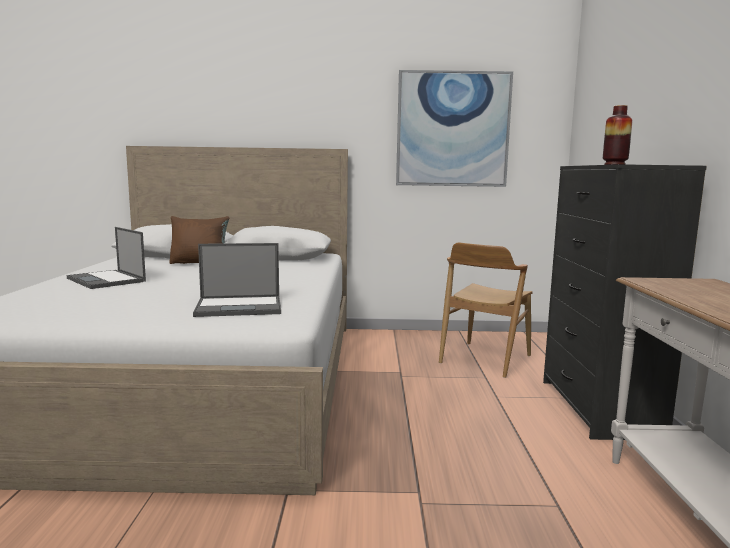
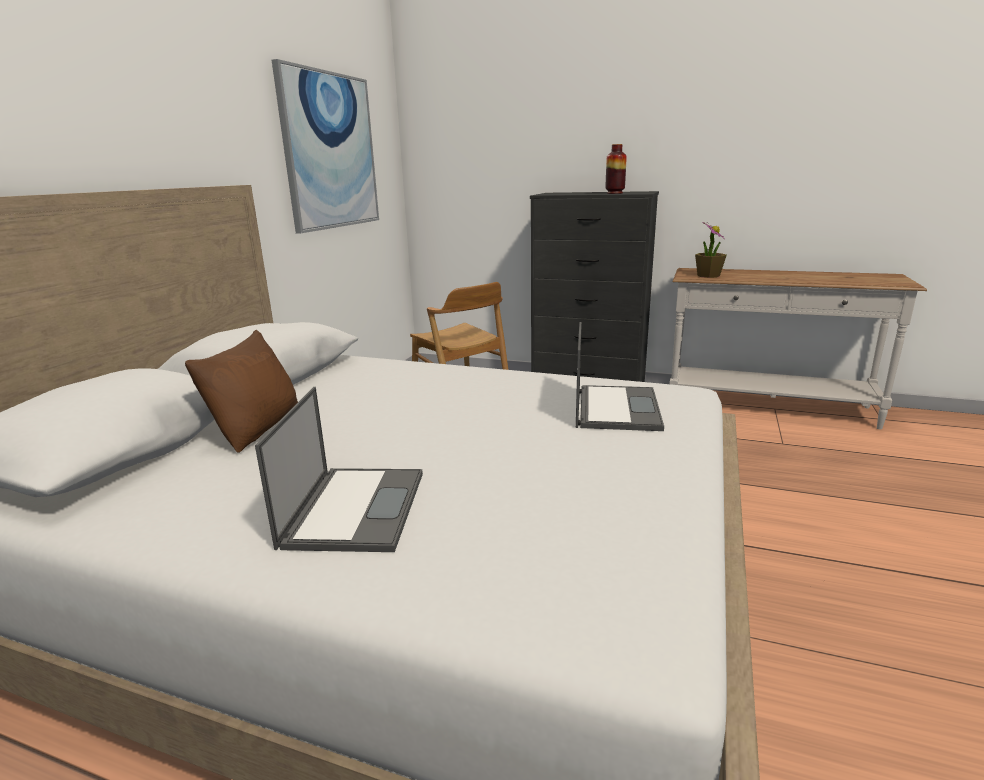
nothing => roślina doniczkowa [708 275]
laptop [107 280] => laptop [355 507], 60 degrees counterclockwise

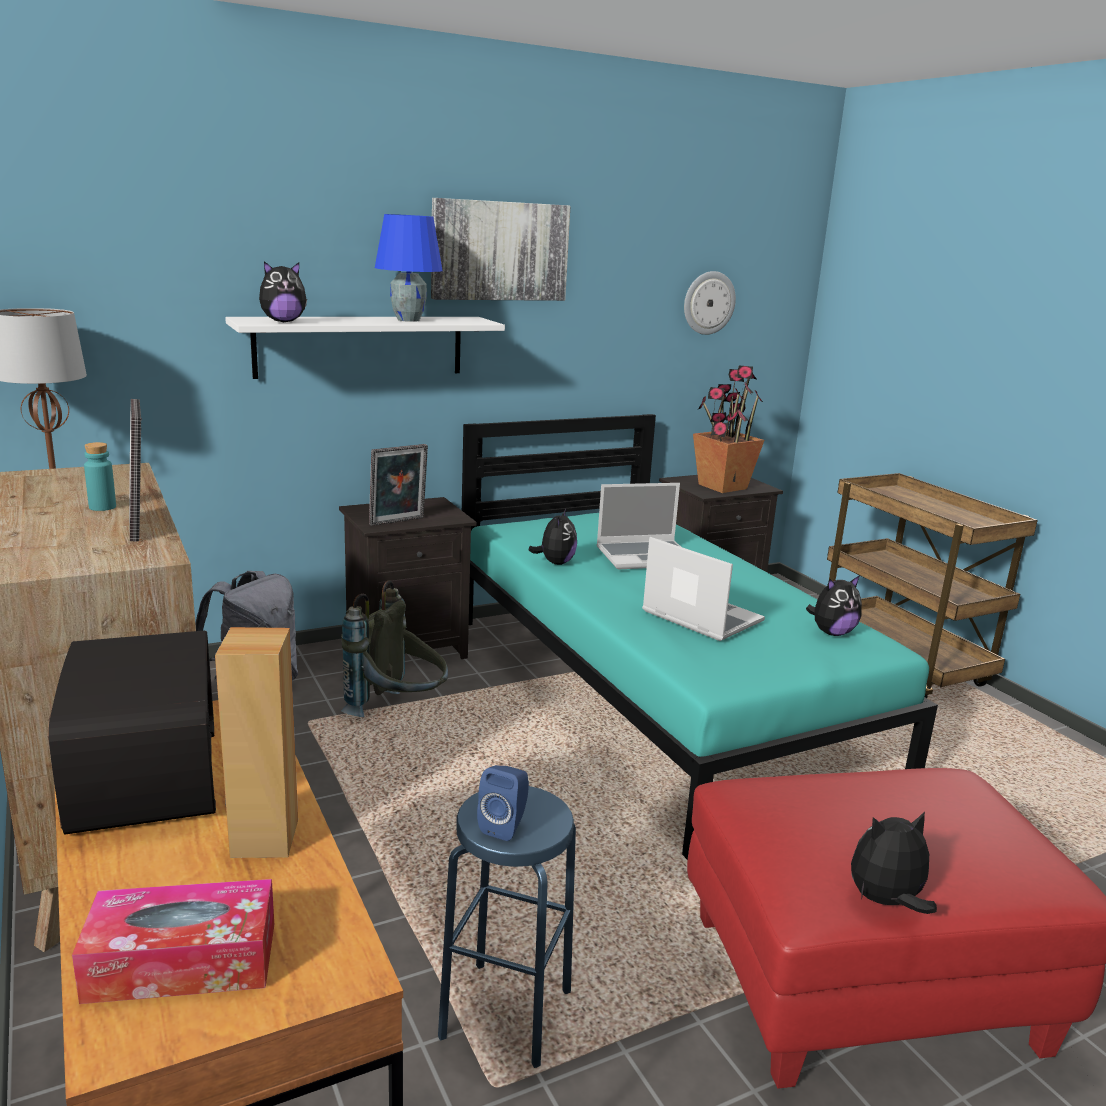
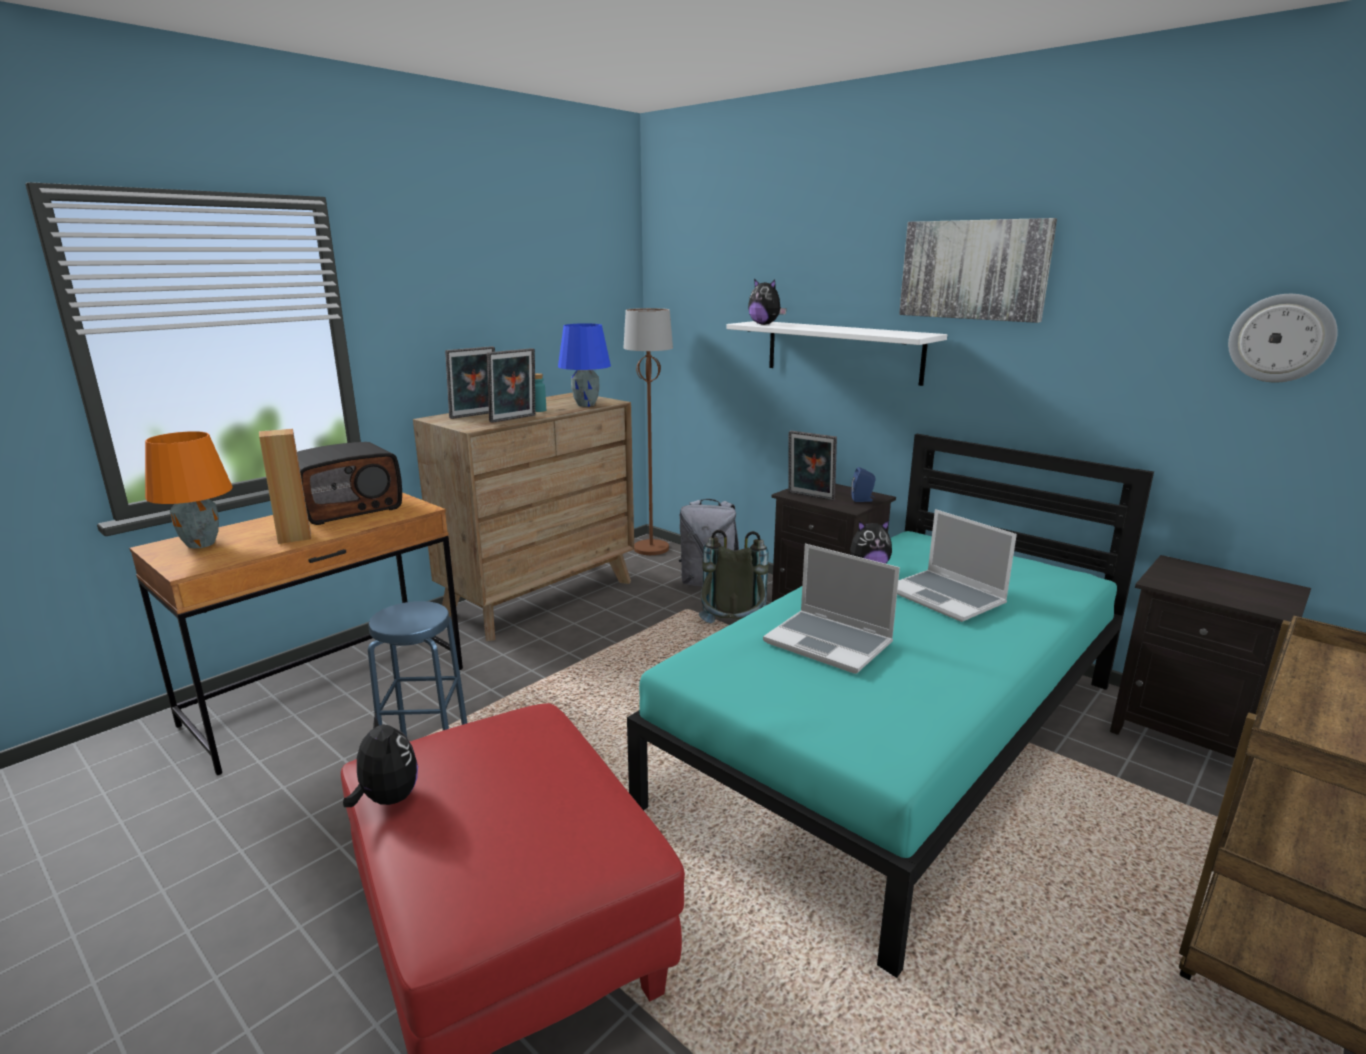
roślina doniczkowa [721 486] => nothing
pluszak [832 632] => nothing
nothing => ramka na zdjęcie [475 415]
lampa stołowa [niebieski] [408 320] => lampa stołowa [niebieski] [585 405], relocated
głośnik [niebieski] [505 826] => głośnik [niebieski] [863 500], relocated
pudełko chusteczek [182 961] => lampa stołowa [pomarańczowy] [202 544]
laptop [699 617] => laptop [830 643], 105 degrees clockwise

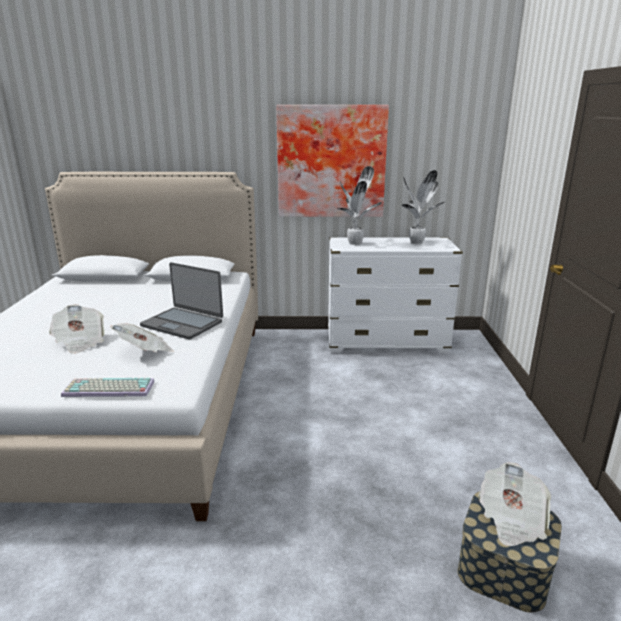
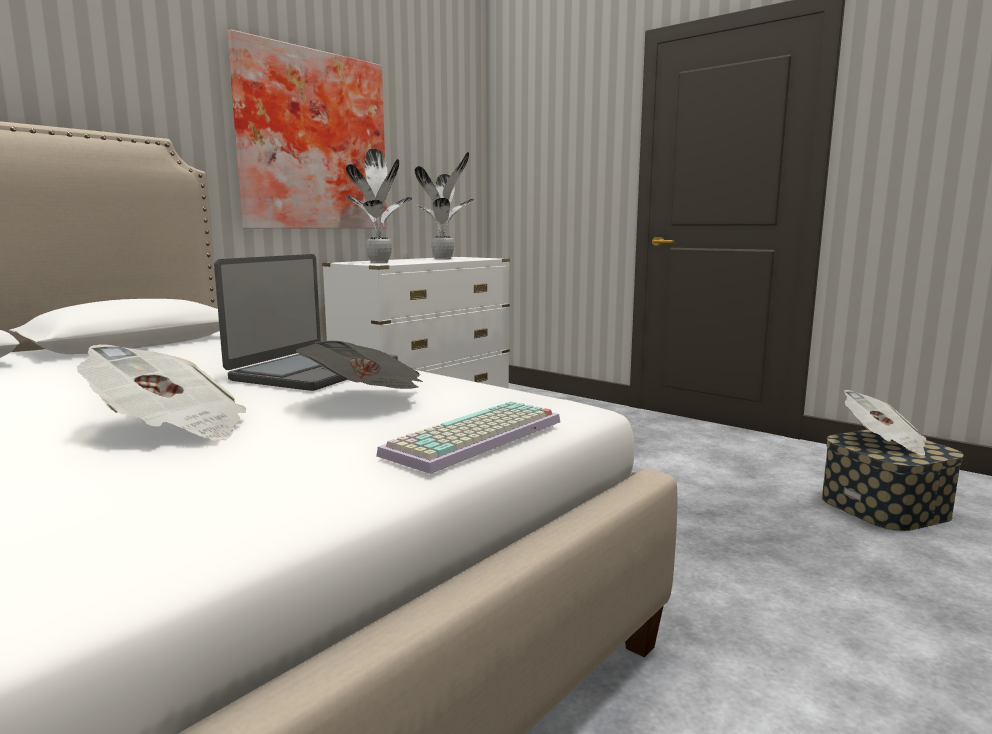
laptop [183 324] => laptop [314 371], 45 degrees counterclockwise

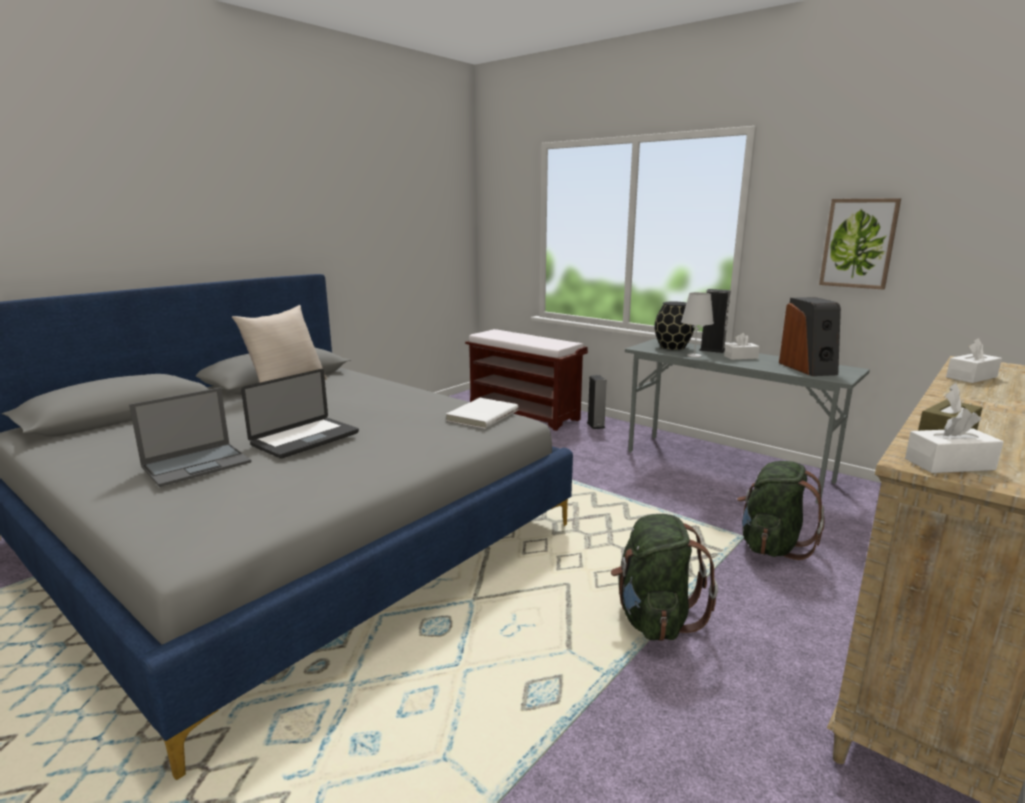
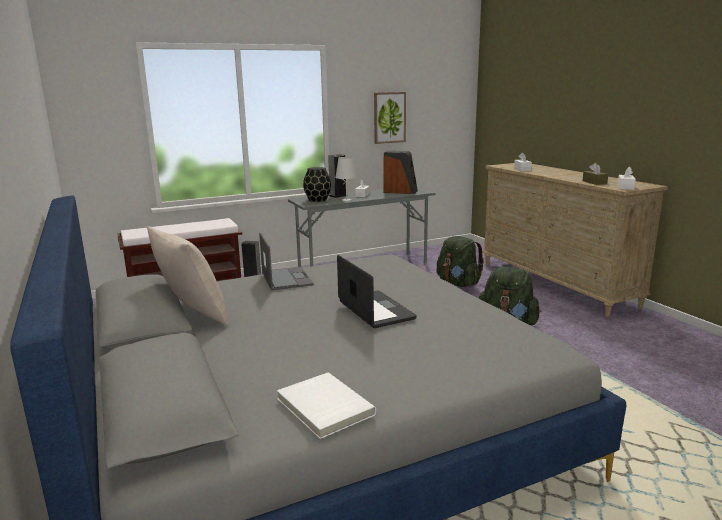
laptop [198 464] => laptop [286 278], relocated
książka [biały] [481 415] => książka [biały] [323 407], relocated

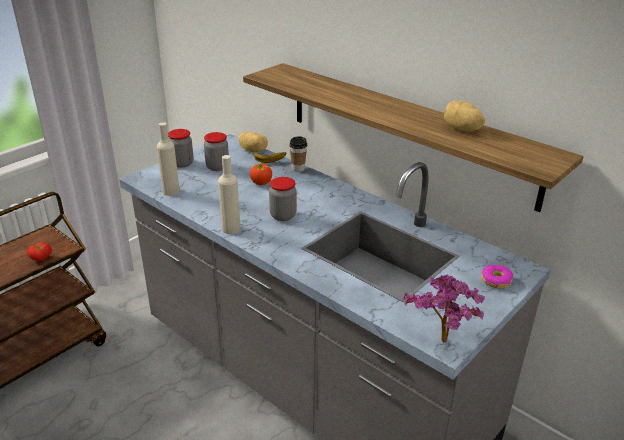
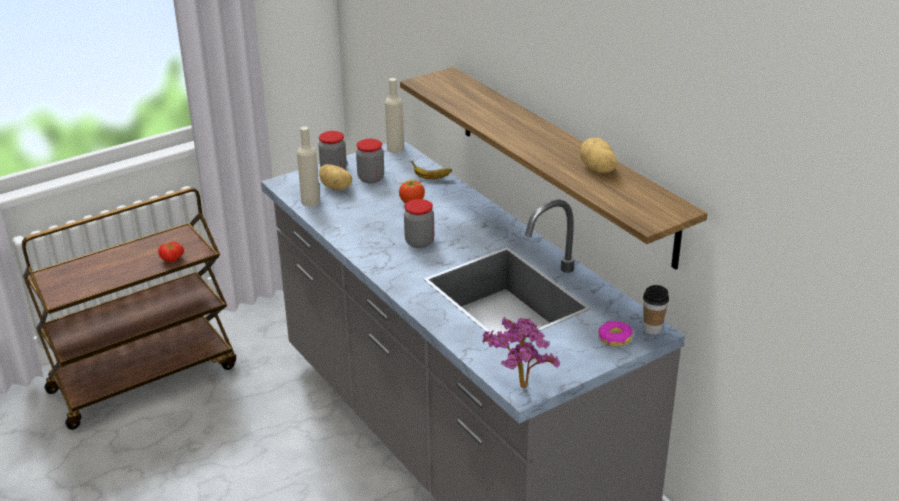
butelka [beżowy] [231 229] => butelka [beżowy] [395 149], relocated
ziemniak [253 150] => ziemniak [336 187], relocated
filiżanka [298 169] => filiżanka [652 329], relocated

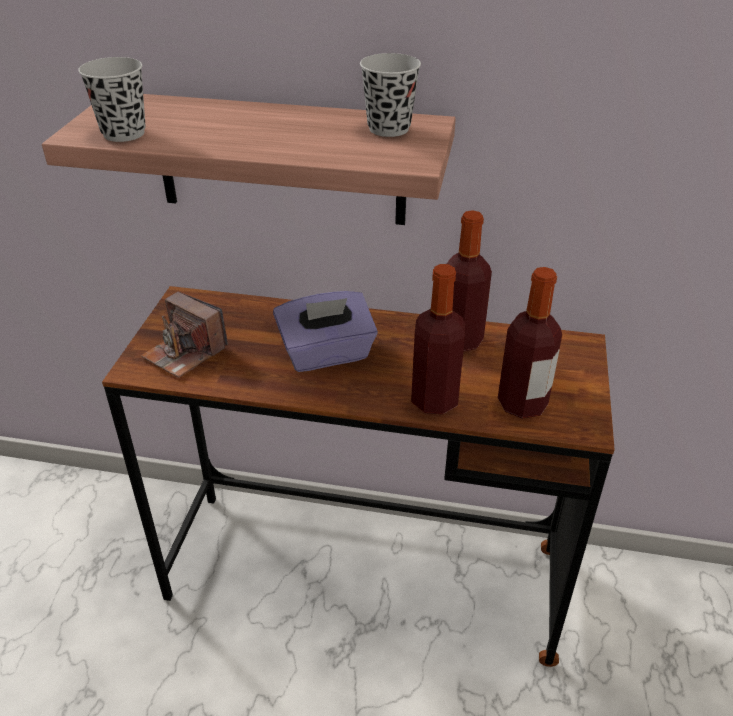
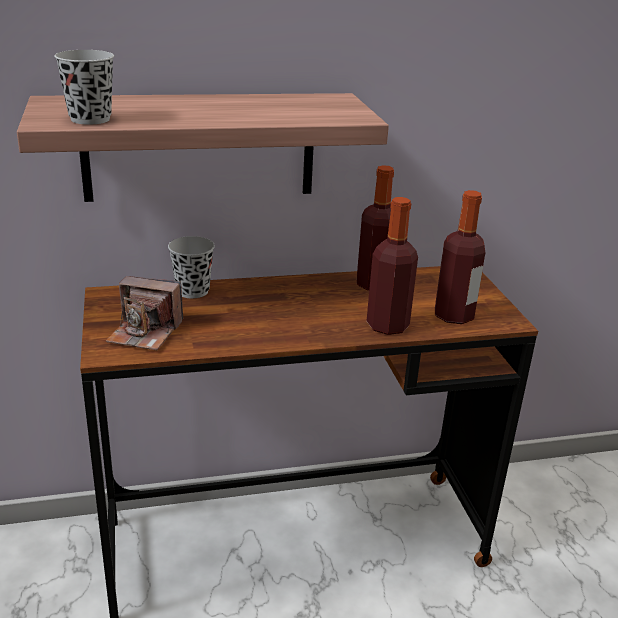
pudełko chusteczek [fioletowy] [326 354] => nothing
filiżanka [czarny] [389 129] => filiżanka [czarny] [192 291], relocated

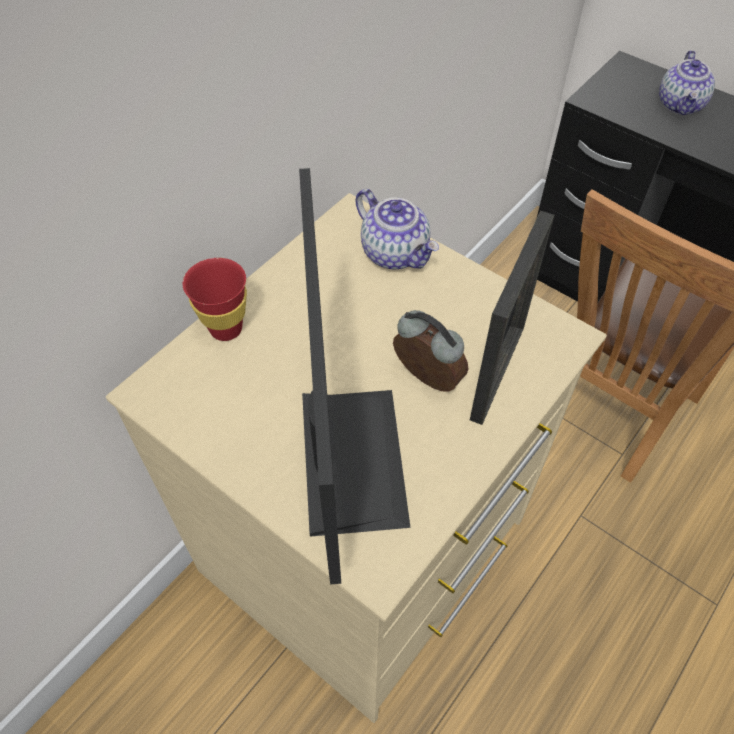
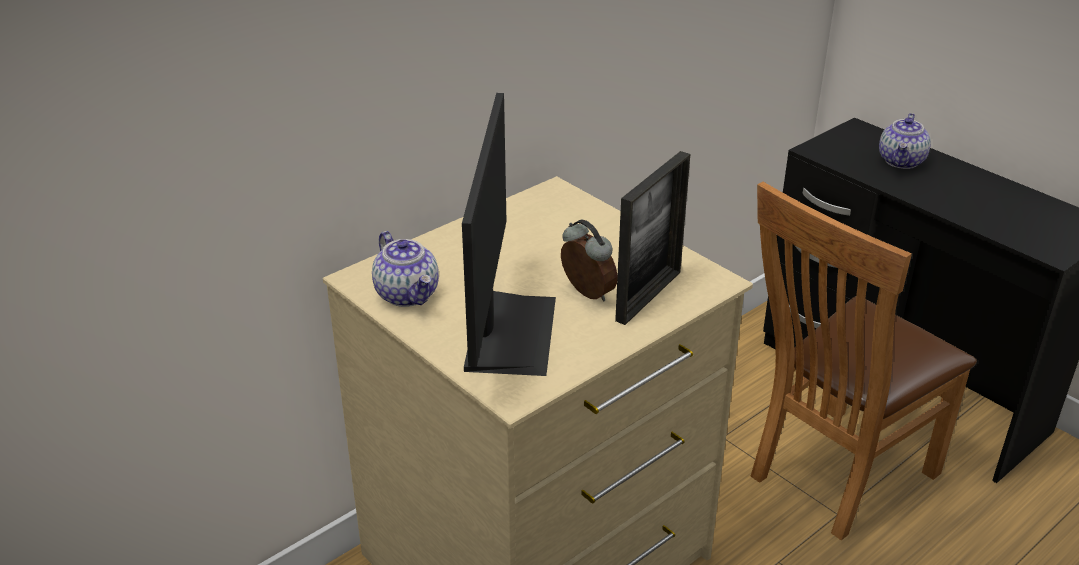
filiżanka [czerwony] [226 329] => nothing
imbryk [396 253] => imbryk [408 294], relocated

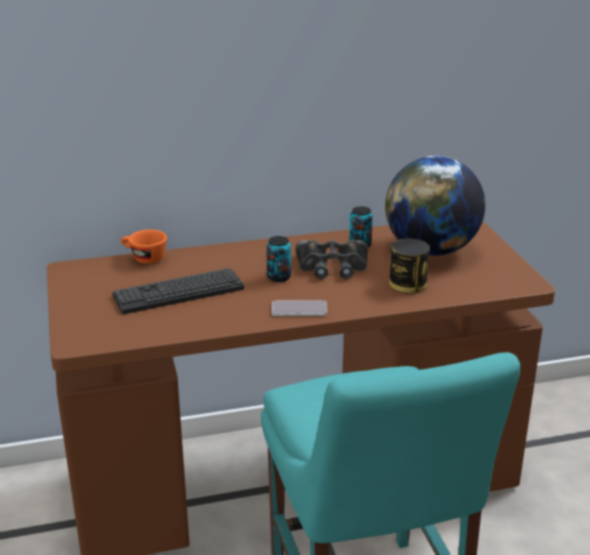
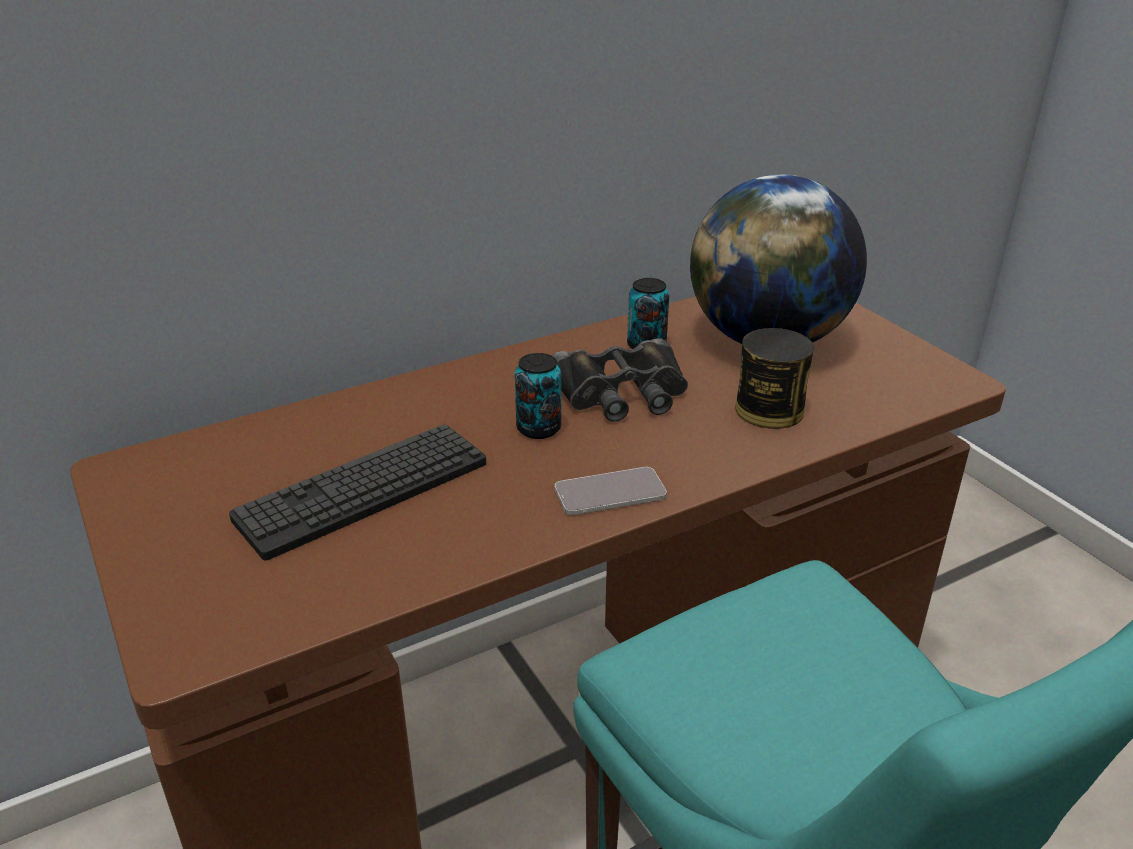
filiżanka [pomarańczowy] [144 258] => nothing

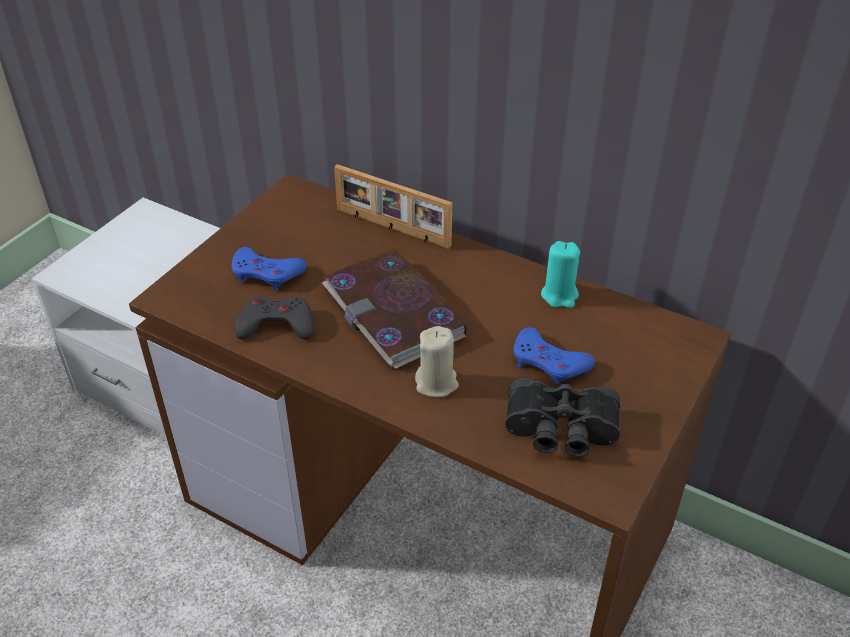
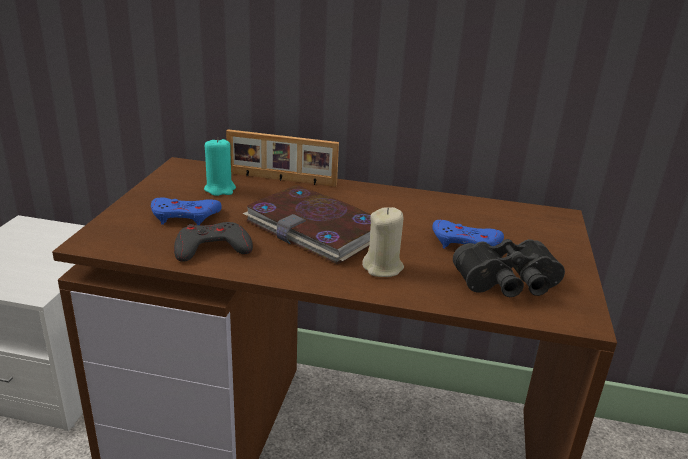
świeca [turkusowy] [559 295] => świeca [turkusowy] [220 189], relocated

